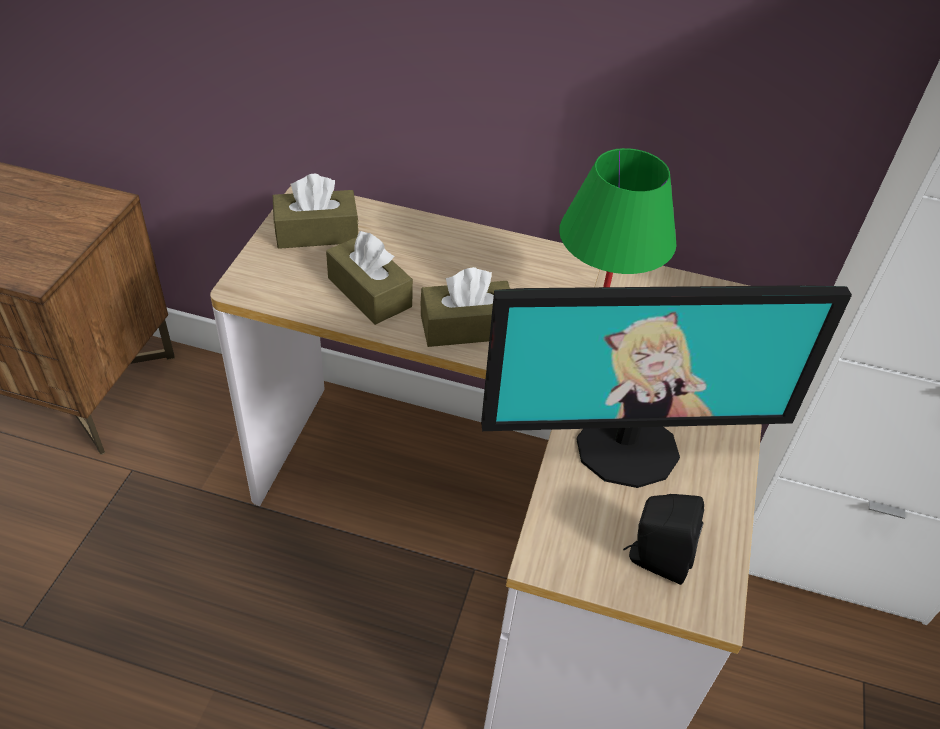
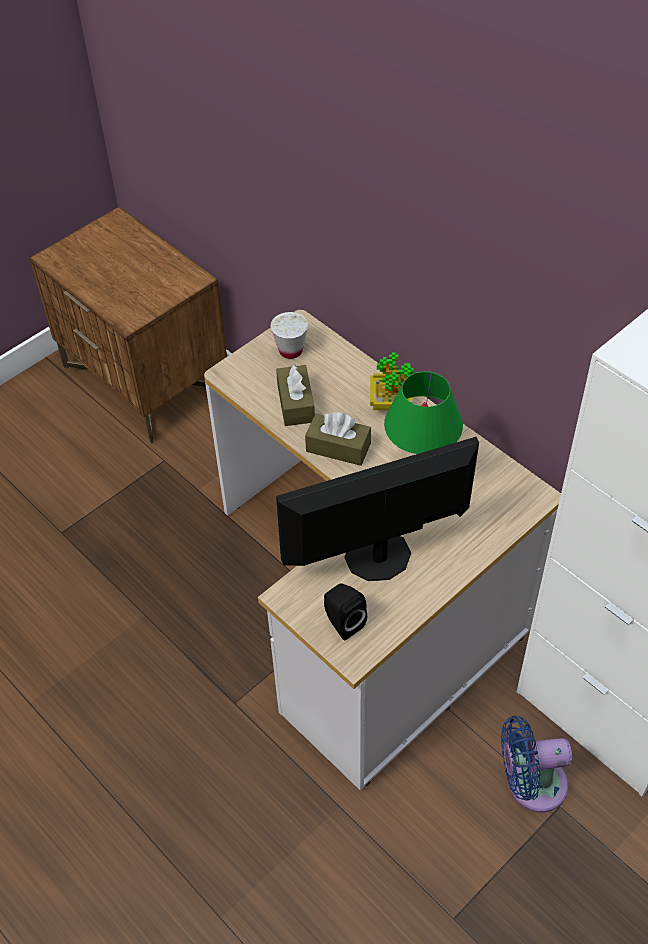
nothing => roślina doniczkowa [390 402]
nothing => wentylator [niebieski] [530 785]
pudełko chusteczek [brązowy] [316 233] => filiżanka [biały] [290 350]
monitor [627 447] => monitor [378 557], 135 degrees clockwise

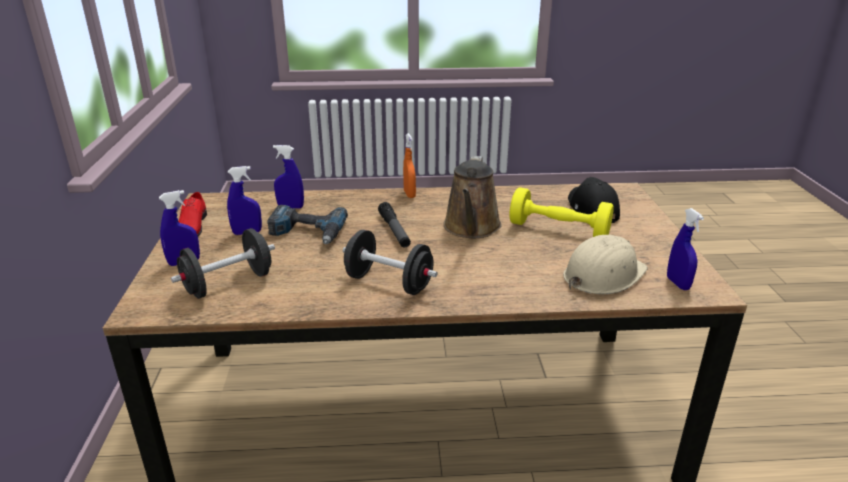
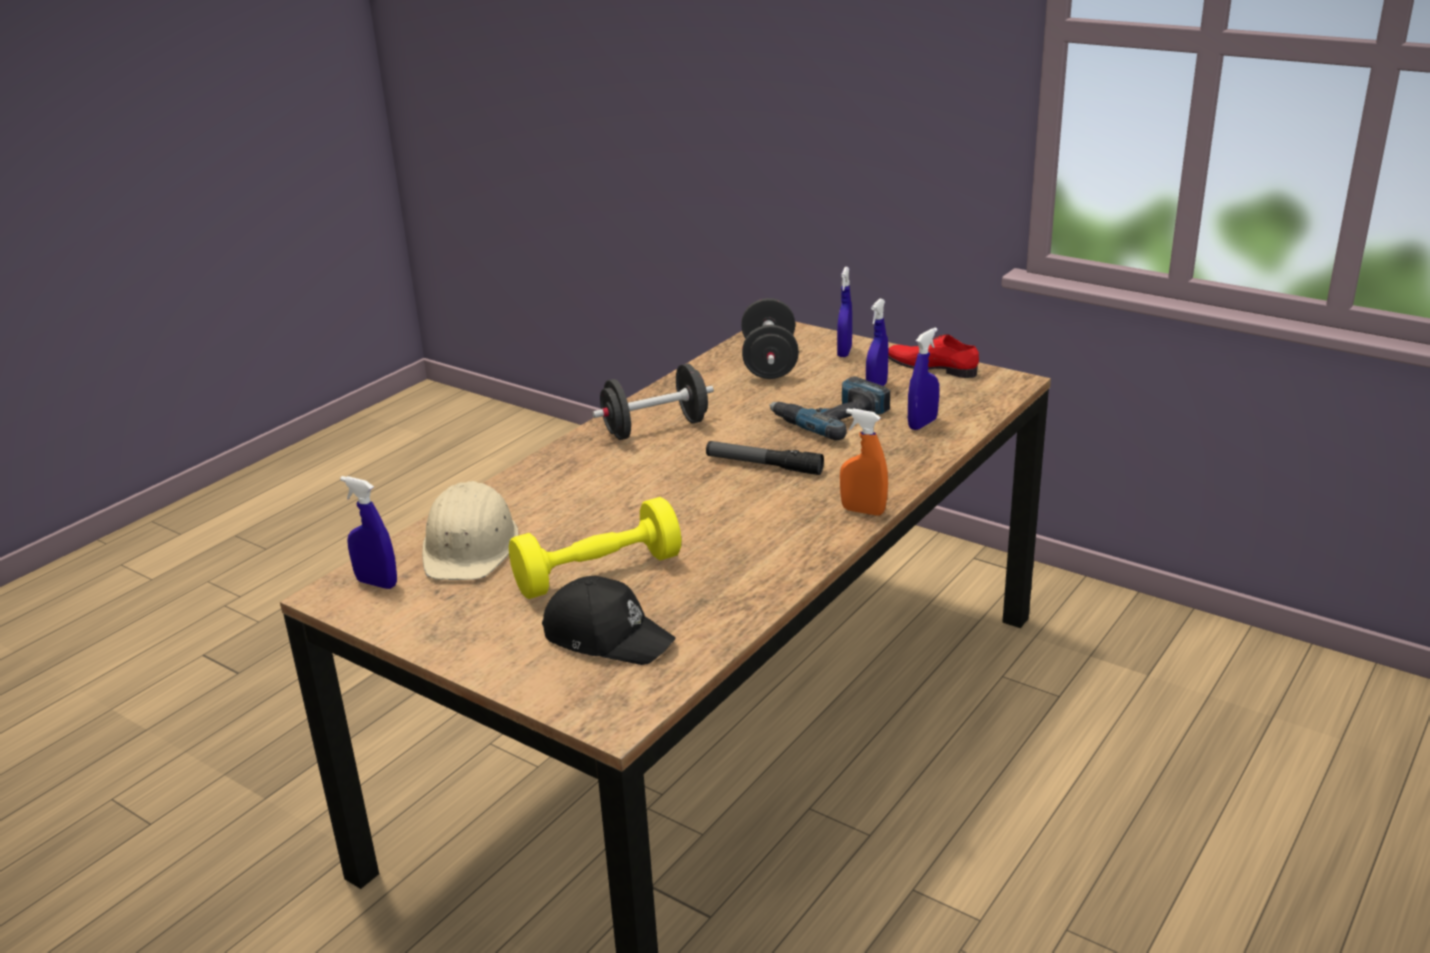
konewka [brązowy] [471 228] => nothing

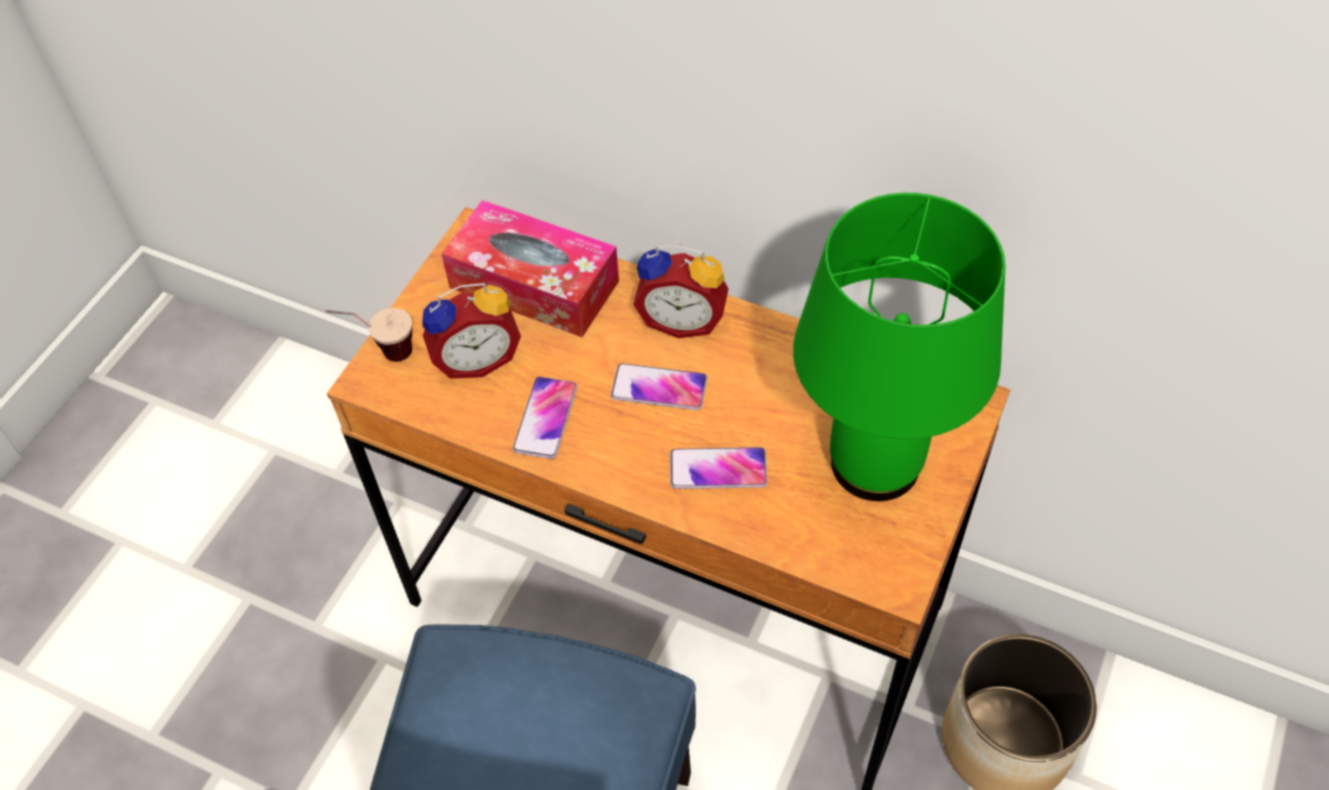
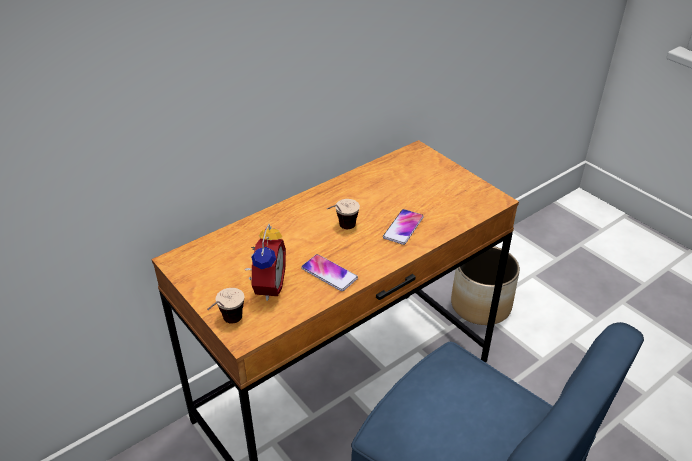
pudełko chusteczek [534 284] => nothing
budzik [683 319] => nothing
lampa stołowa [zielony] [877 464] => nothing
telefon [659 388] => filiżanka [341 230]

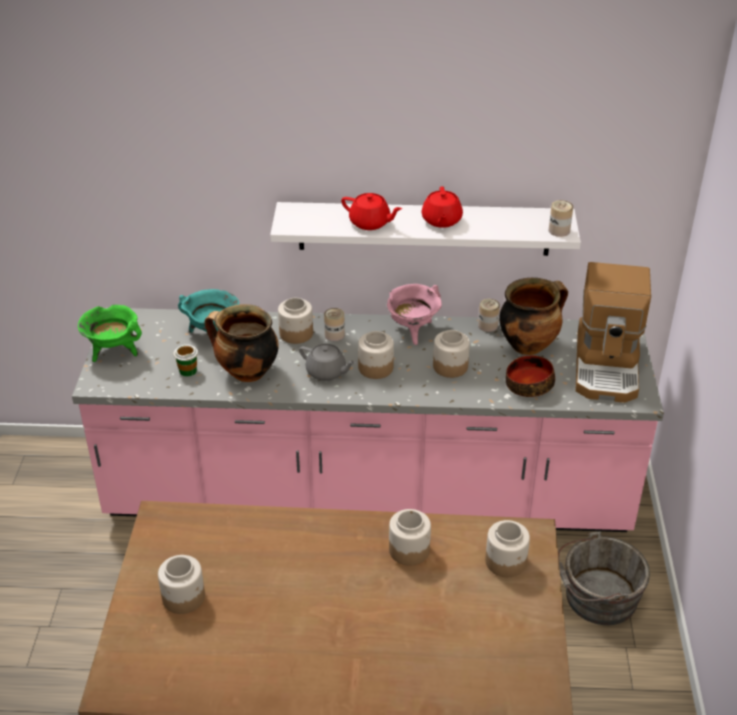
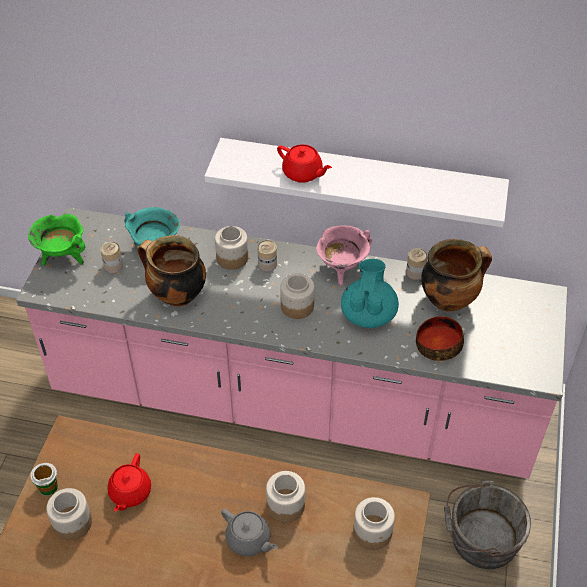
ekspres do kawy [608 366] => nothing
filiżanka [188 371] => filiżanka [48 487], relocated
imbryk [szary] [326 372] => imbryk [szary] [249 540], relocated
imbryk [czerwony] [441 220] => imbryk [czerwony] [130 492], relocated
puszka [559 230] => puszka [113 266], relocated
słoik [450 366] => imbryk [turkusowy] [368 314]

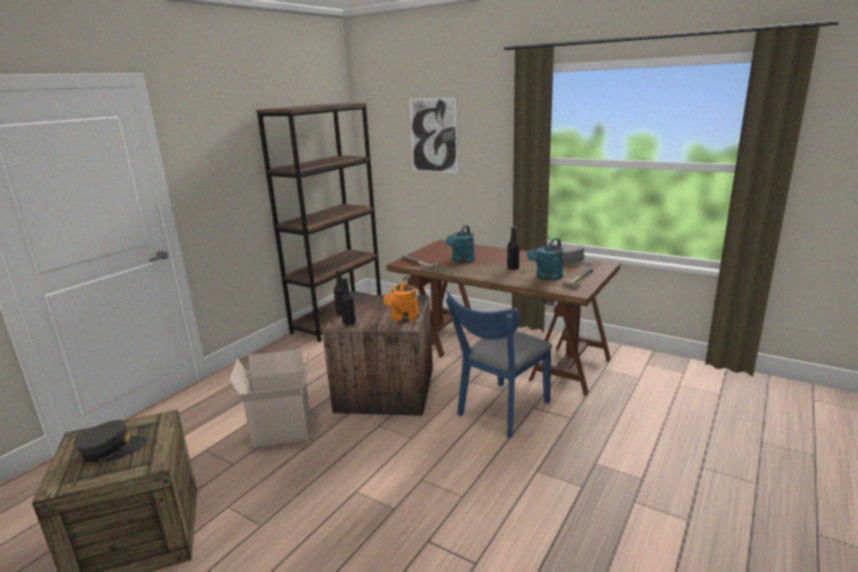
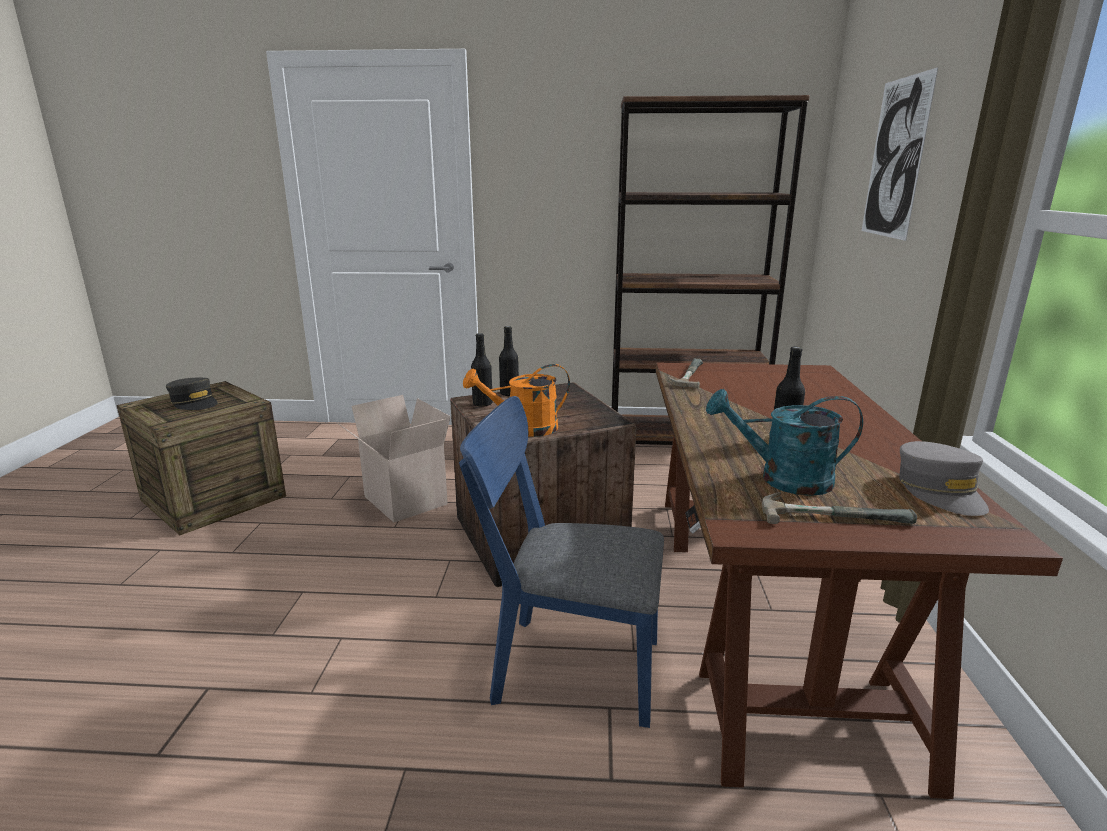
konewka [turkusowy] [461 261] => nothing

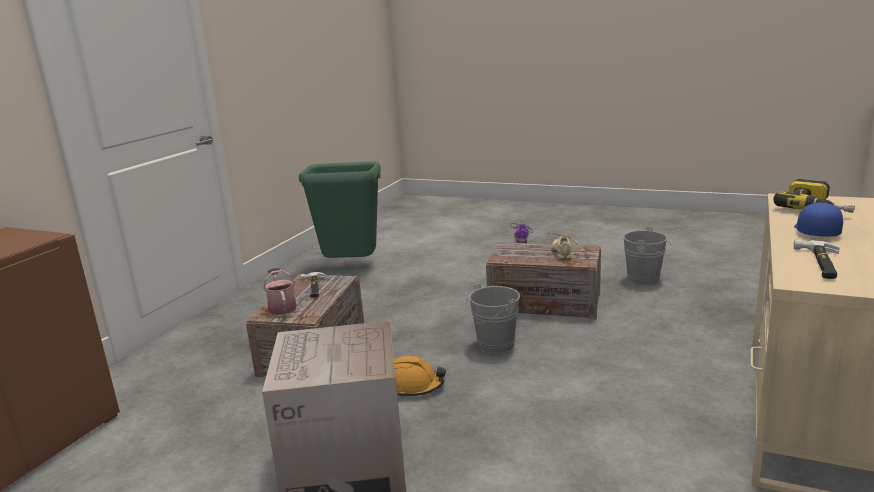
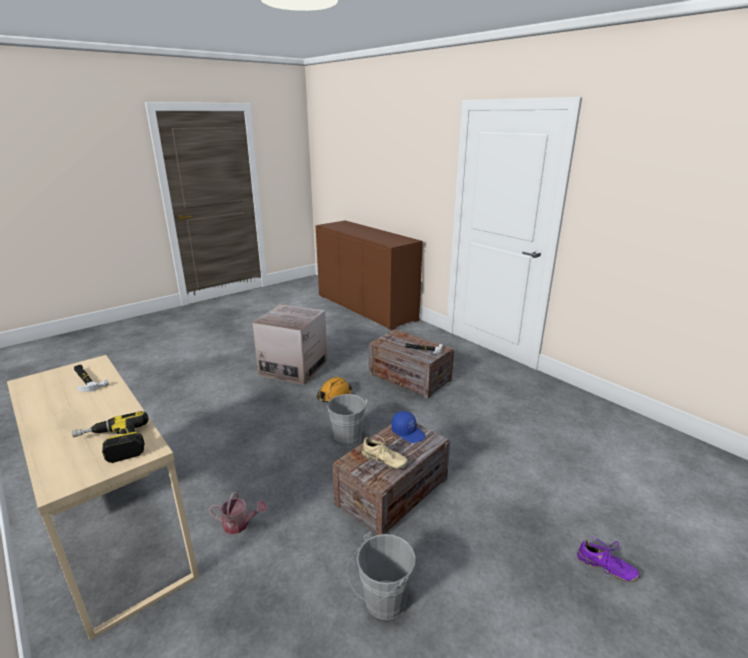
kosz na śmieci [zielony] [351 266] => nothing
konewka [281 307] => konewka [240 524], relocated
czapka z daszkiem [niebieski] [815 231] => czapka z daszkiem [niebieski] [408 432], relocated

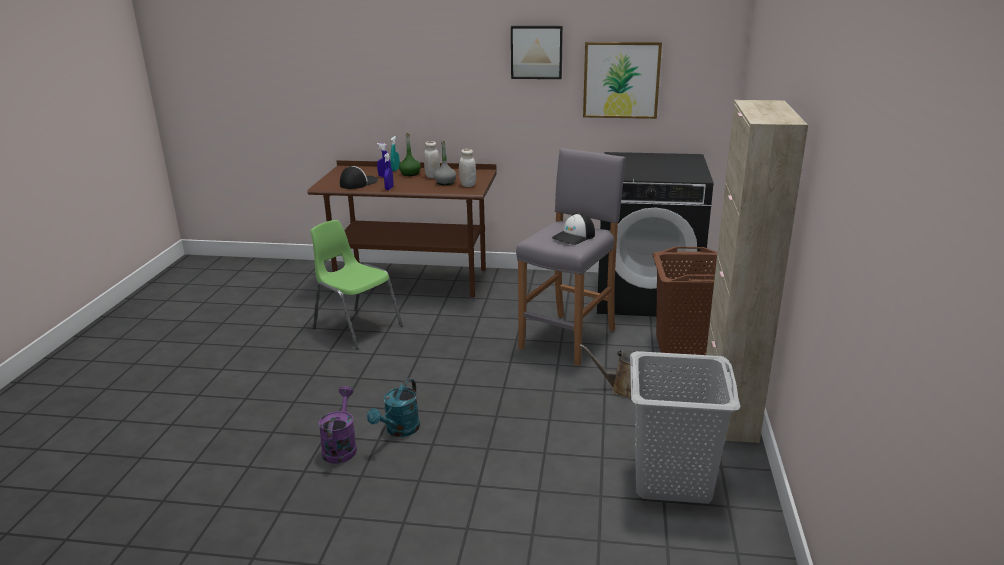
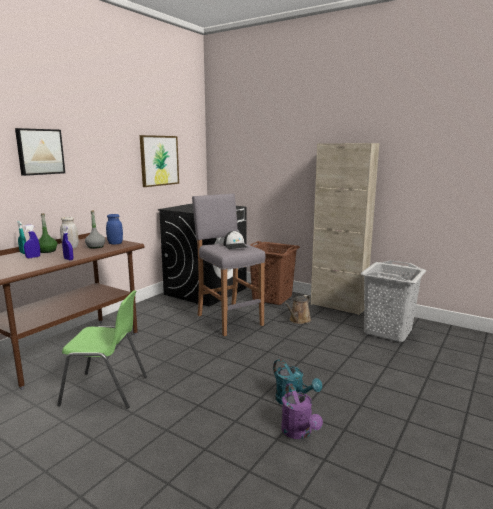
czapka z daszkiem [358 183] => nothing
obraz [536 52] => obraz [40 151], relocated
słoik [biały] [468 185] => słoik [niebieski] [115 243]
krzesło [zielony] [356 327] => krzesło [zielony] [106 390], 150 degrees counterclockwise
konewka [fioletowy] [340 447] => konewka [fioletowy] [299 433], 135 degrees counterclockwise

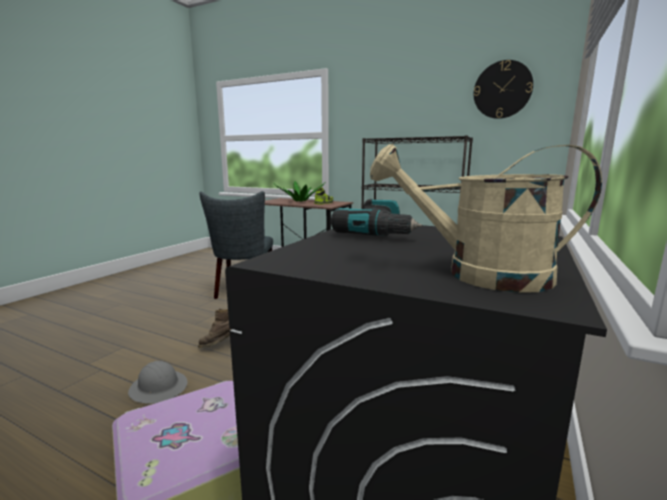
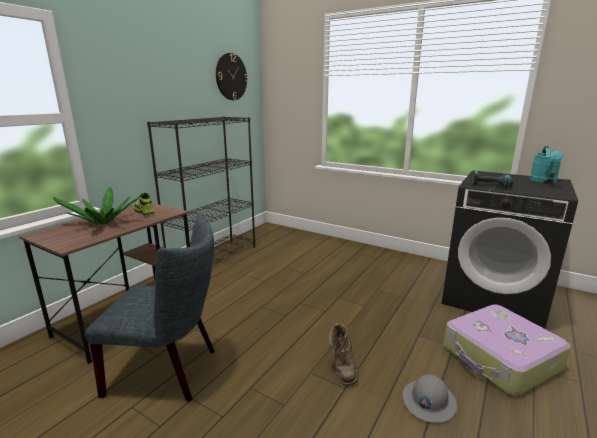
konewka [beżowy] [478 275] => konewka [turkusowy] [544 181]

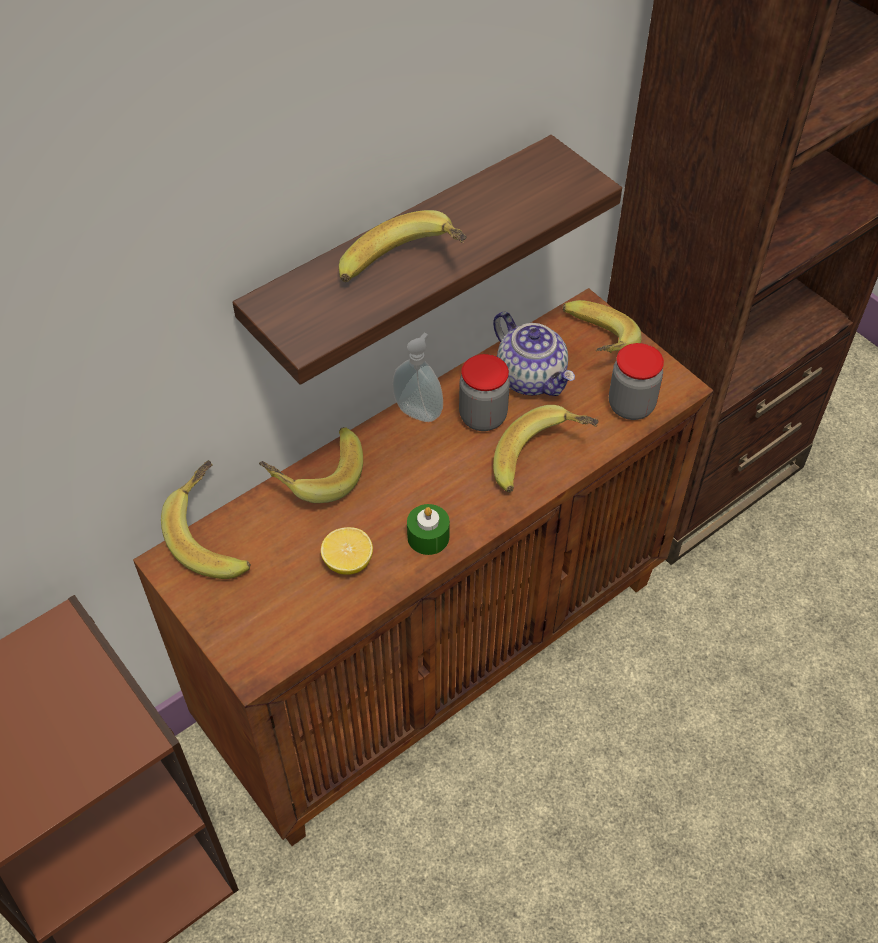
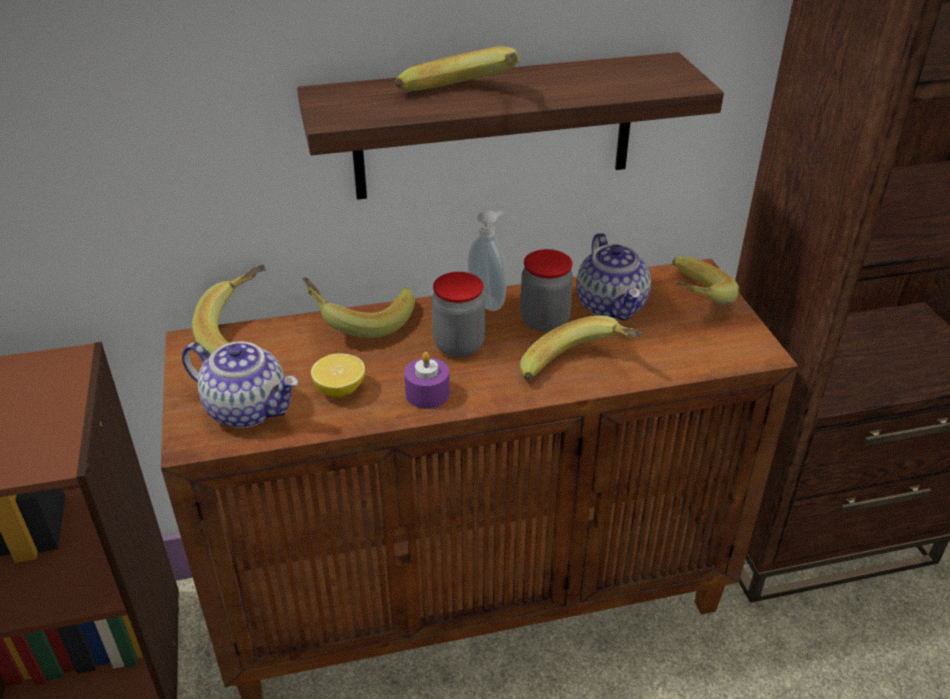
nothing => imbryk [248 409]
słoik [631 406] => słoik [459 345], relocated
świeca [zielony] [428 537] => świeca [fioletowy] [427 394]

